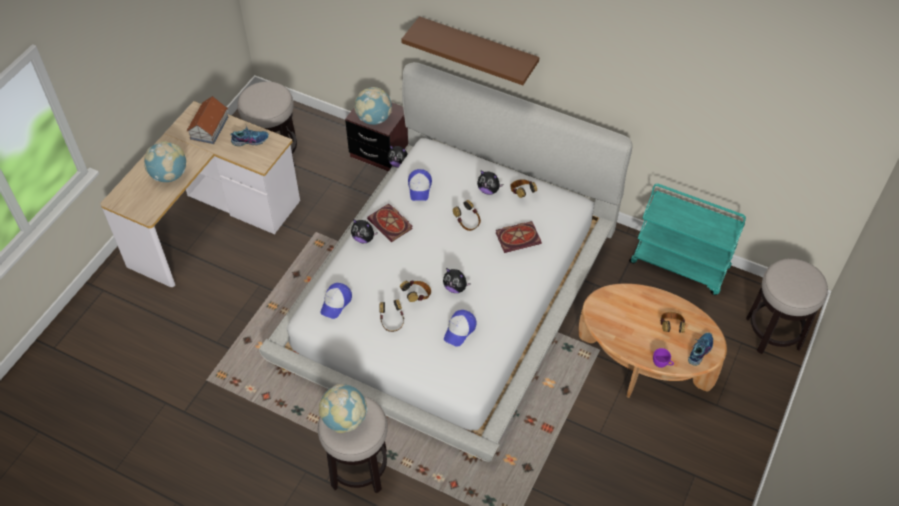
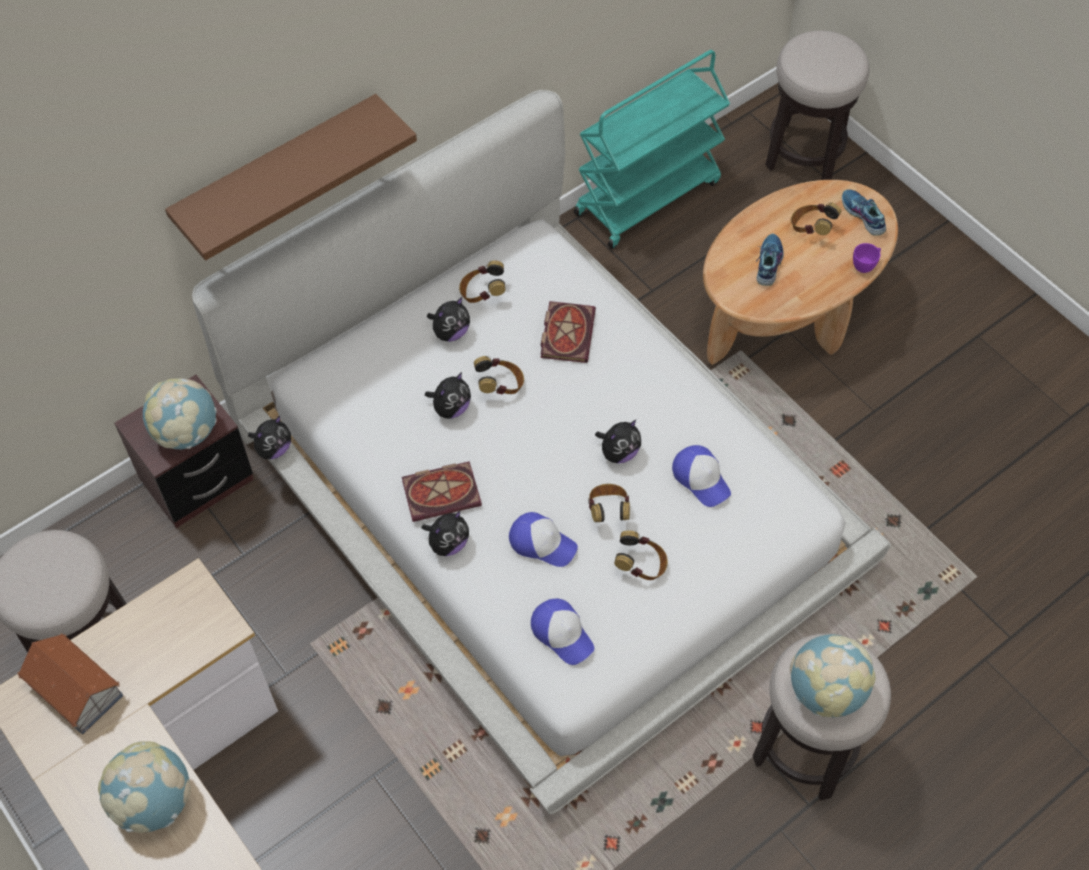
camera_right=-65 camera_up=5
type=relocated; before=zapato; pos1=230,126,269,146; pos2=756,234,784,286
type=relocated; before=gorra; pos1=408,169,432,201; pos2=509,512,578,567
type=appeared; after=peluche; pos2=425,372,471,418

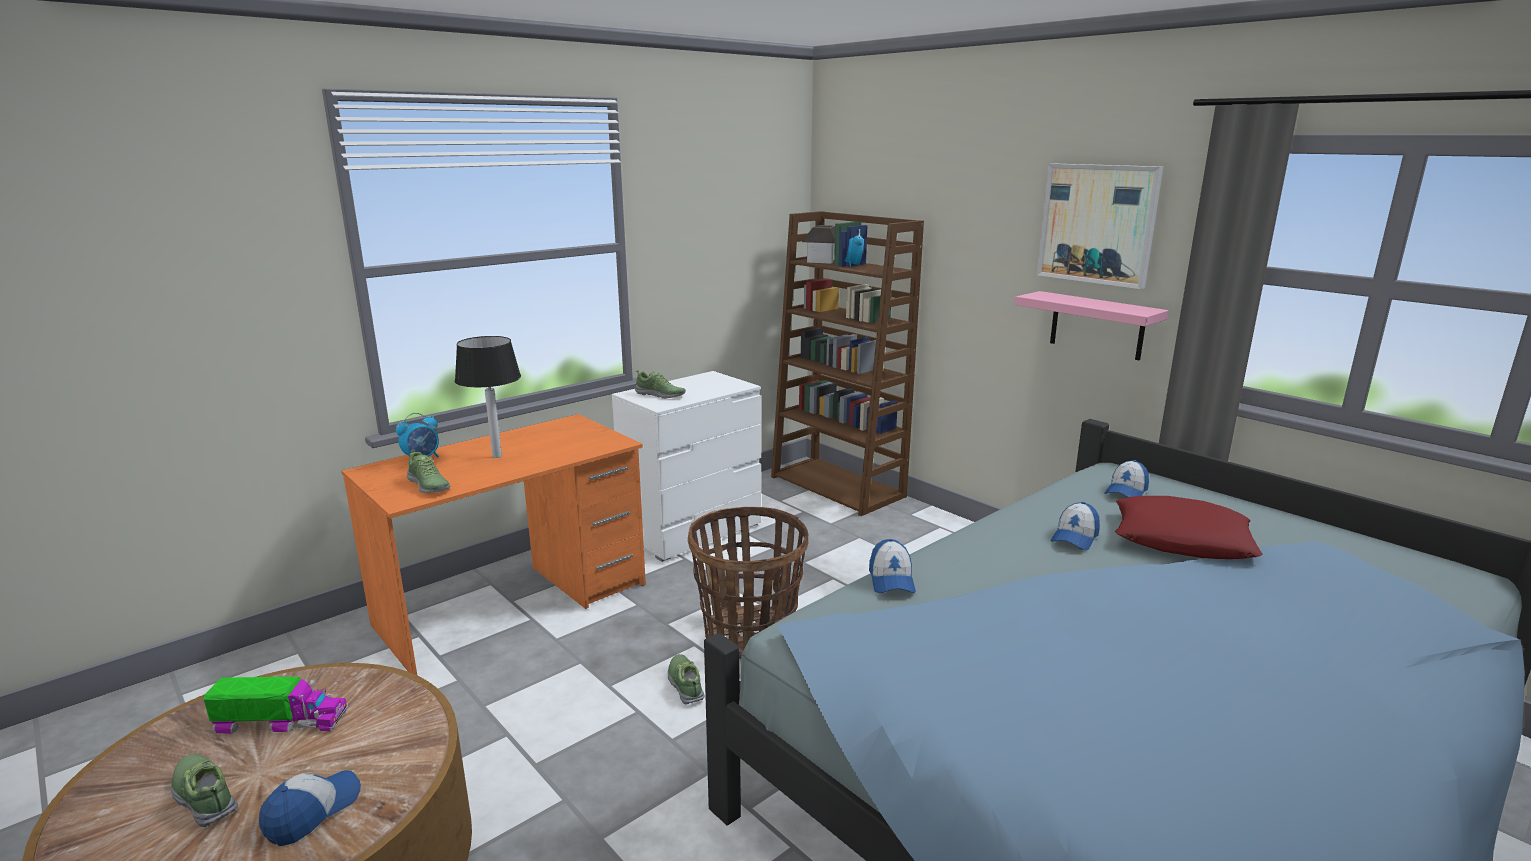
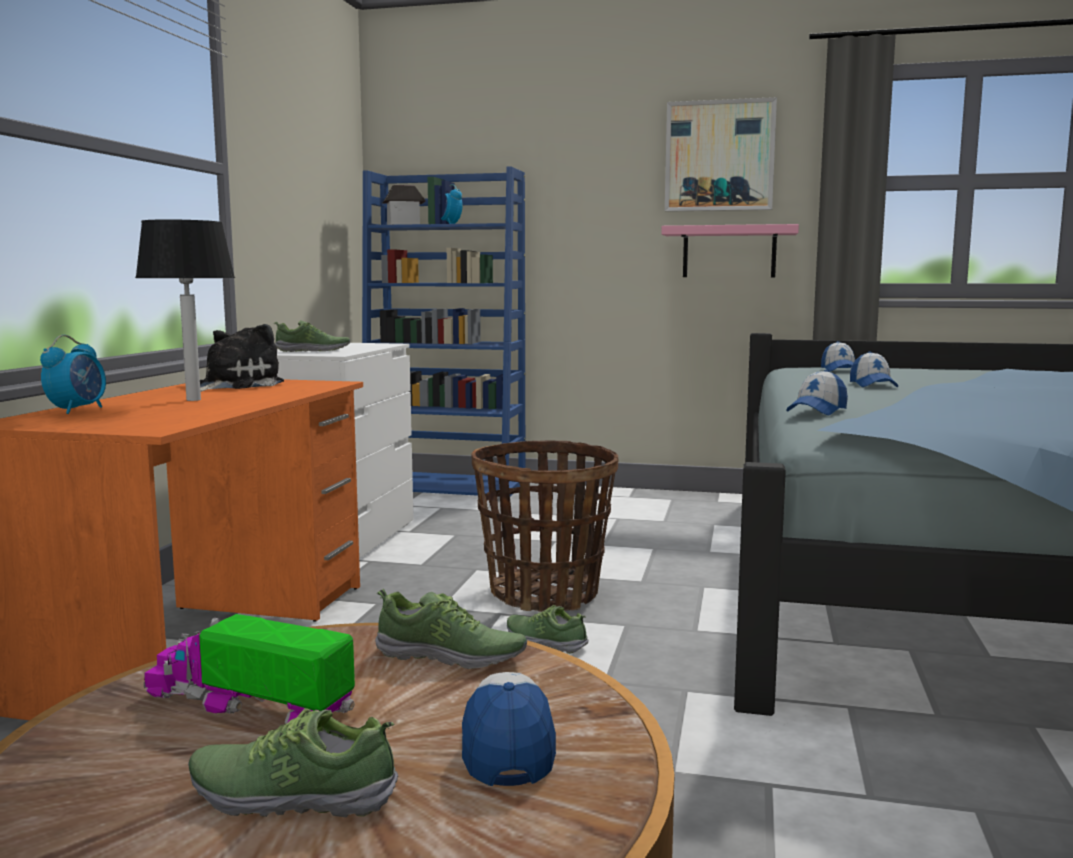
camera_right=-35 camera_up=-10
type=colour; before=estantería (marrón); after=estantería (azul); pos1=771,211,924,516; pos2=362,166,525,497
type=relocated; before=zapato; pos1=407,449,450,493; pos2=375,589,527,669
type=missing; before=cojín (rojo); pos1=1115,496,1263,559
type=spun; before=gorra; pos1=869,539,916,593; pos2=786,370,848,415; turn=75
type=spun; before=camión de juguete; pos1=203,677,348,734; pos2=144,614,355,724; turn=-120
type=appeared; after=peluche; pos2=200,324,284,392

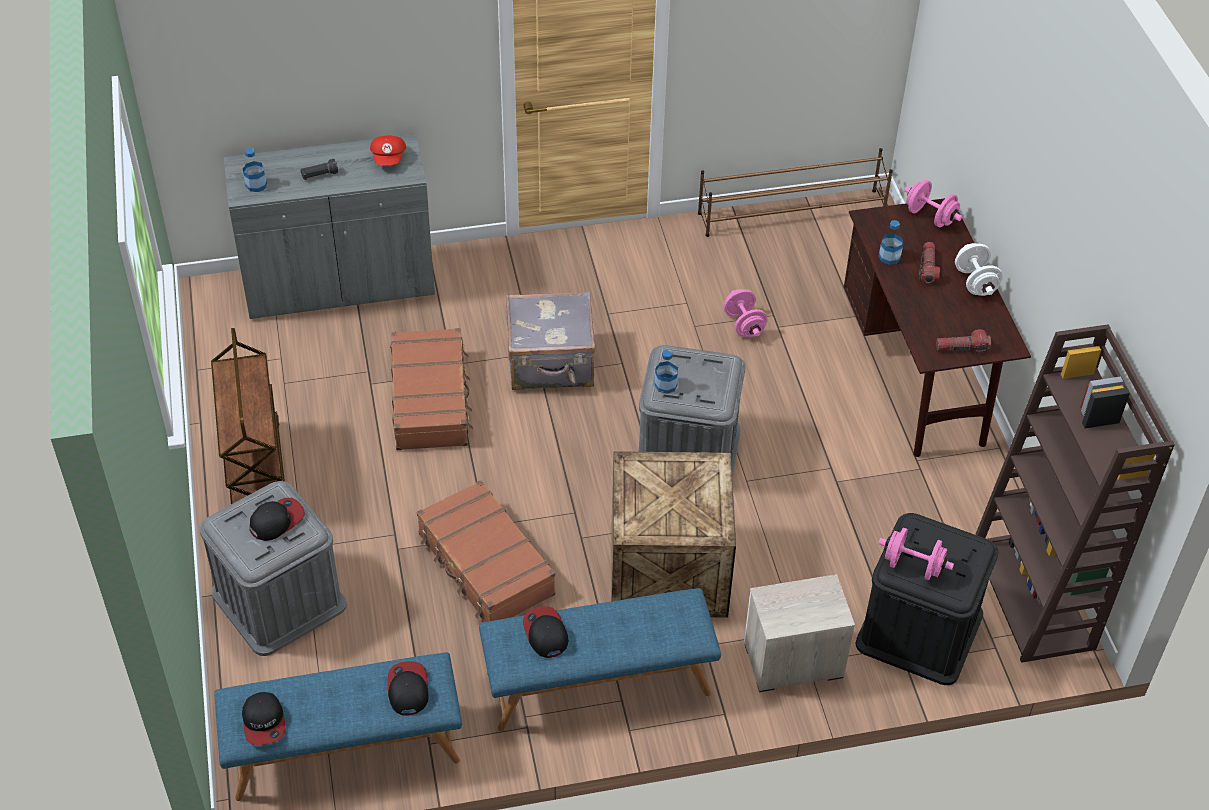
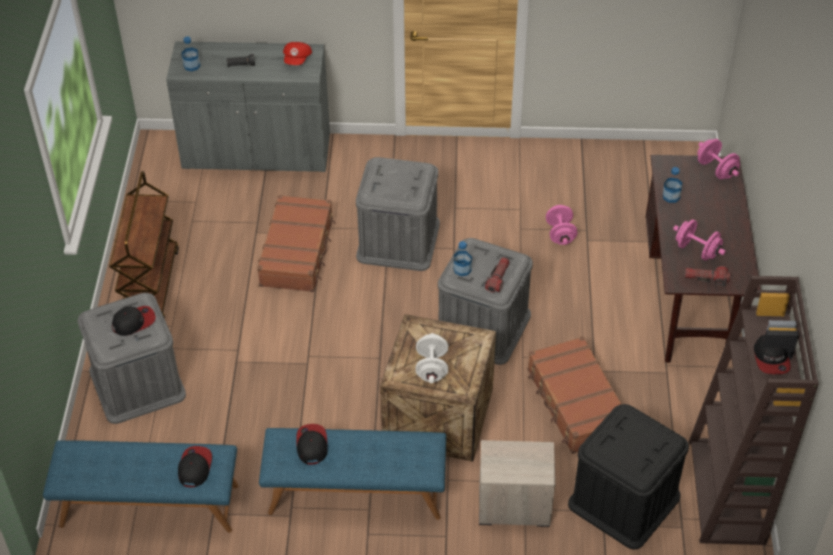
camera_right=15 camera_up=0
type=missing; before=zapatero (marrón); pos1=698,148,893,237
type=relocated; before=linterna; pos1=919,242,940,283; pos2=485,257,510,293
type=relocated; before=mancuerna (blanco); pos1=955,243,1003,296; pos2=415,333,448,383
type=exchanged; before=maleta (gris); after=caja de almacenaje (gris); pos1=506,291,596,390; pos2=356,157,440,271
type=relocated; before=maleta (marrón); pos1=417,480,555,622; pos2=528,336,621,454
type=relocated; before=mancuerna (rosa); pos1=878,527,954,580; pos2=673,220,726,261
type=relocated; before=gorra; pos1=242,692,285,745; pos2=754,335,791,374

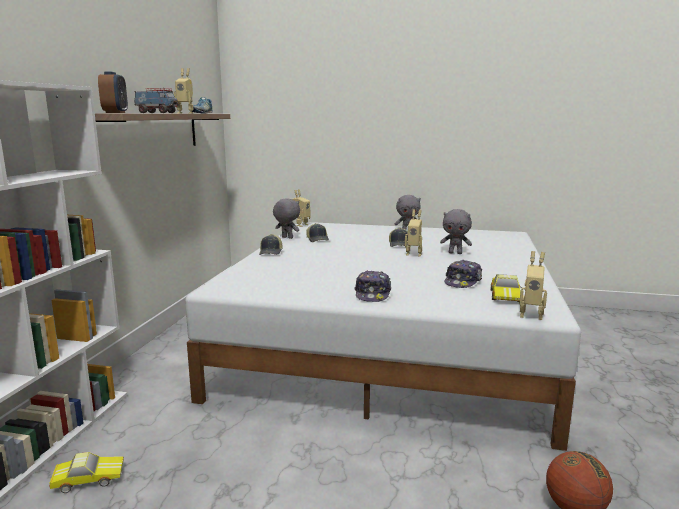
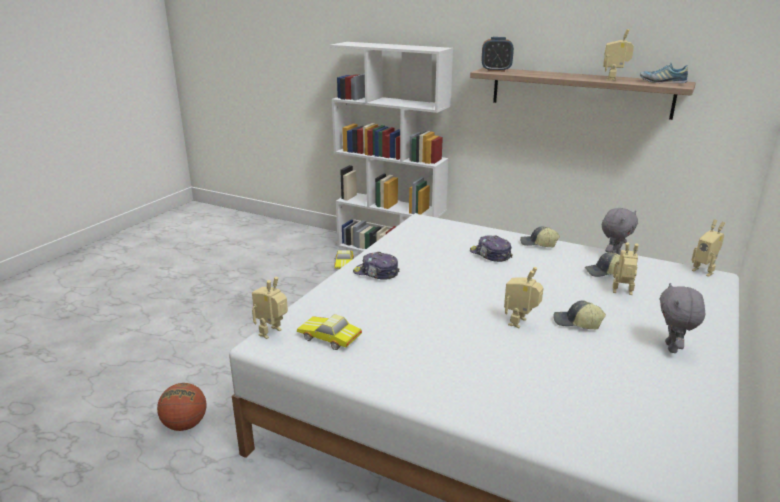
camera_right=105 camera_up=10
type=missing; before=camión de juguete; pos1=134,88,179,113
type=missing; before=peluche (gris); pos1=440,209,472,254
type=relocated; before=gorra; pos1=444,260,482,288; pos2=470,235,513,262
type=appeared; after=robot de juguete; pos2=613,242,639,295

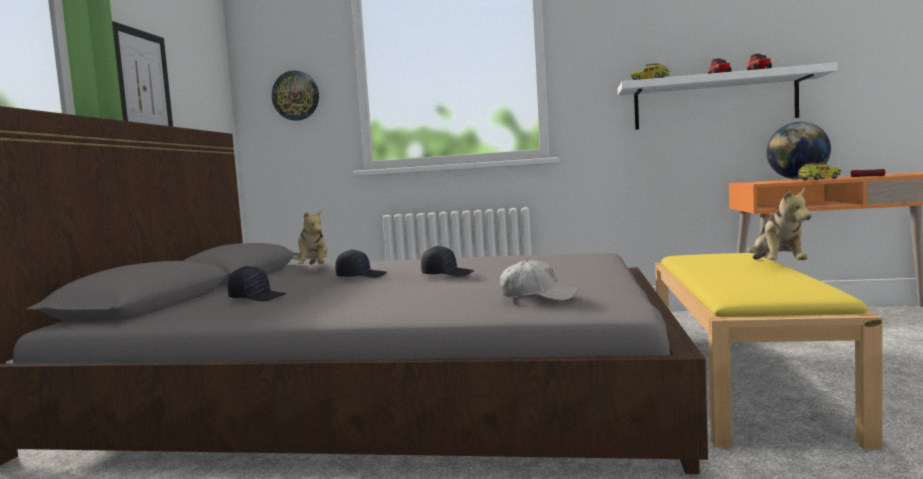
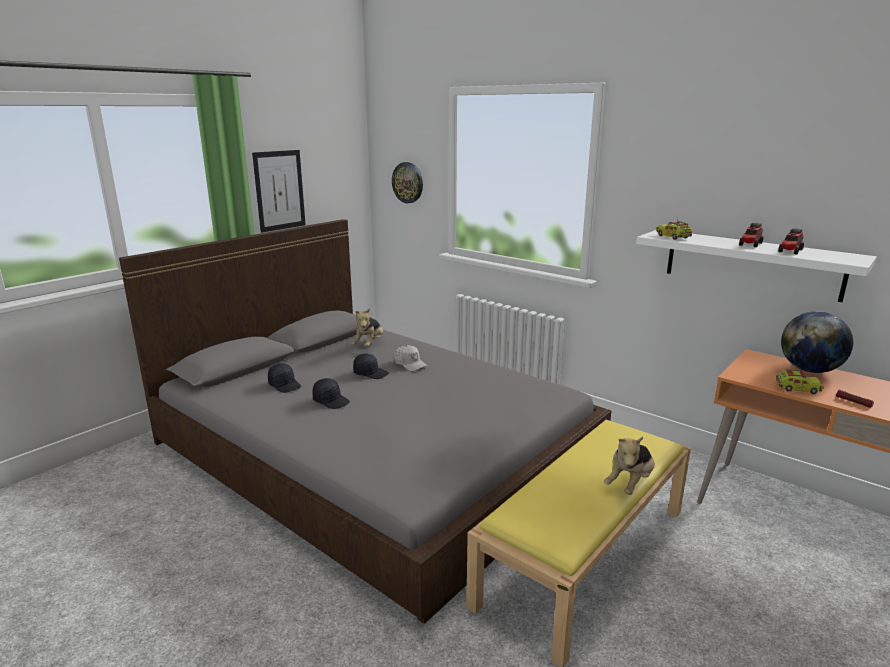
camera_right=30 camera_up=15
type=relocated; before=gorra (negro); pos1=421,246,474,276; pos2=312,378,350,409
type=relocated; before=gorra (blanco); pos1=500,259,578,301; pos2=393,345,428,372

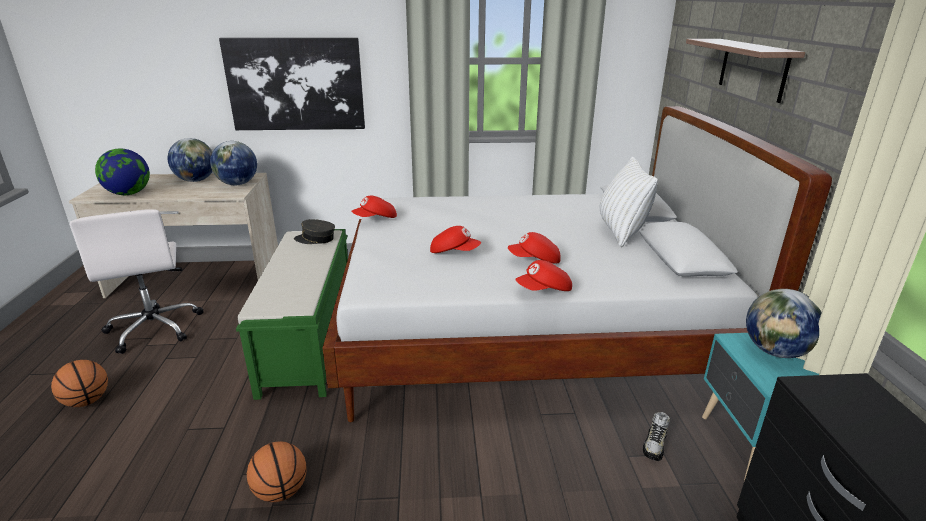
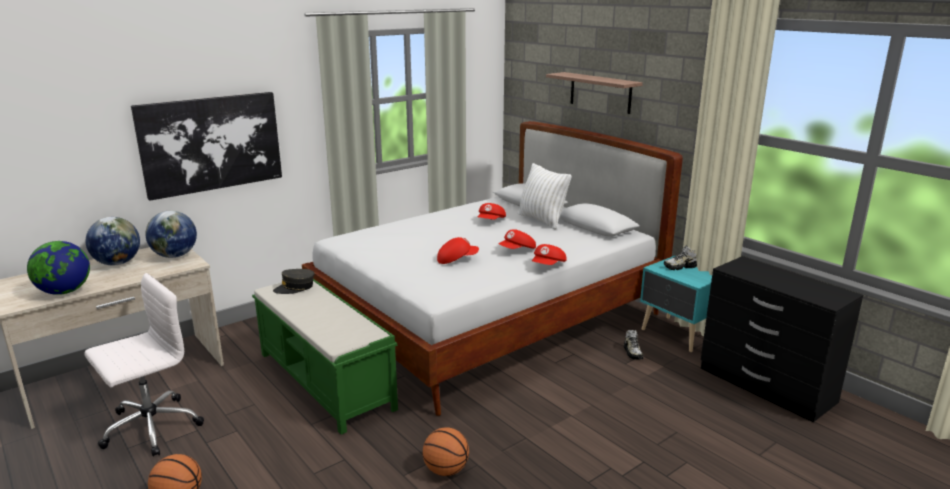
camera_right=-35 camera_up=-5
type=relocated; before=gorra (rojo); pos1=351,196,397,218; pos2=478,203,506,220
type=spun; before=silla de oficina (blanco); pos1=70,209,204,354; pos2=84,273,204,457; turn=-75
type=exchanged; before=globo terráqueo; after=zapato; pos1=746,289,822,358; pos2=664,245,697,270

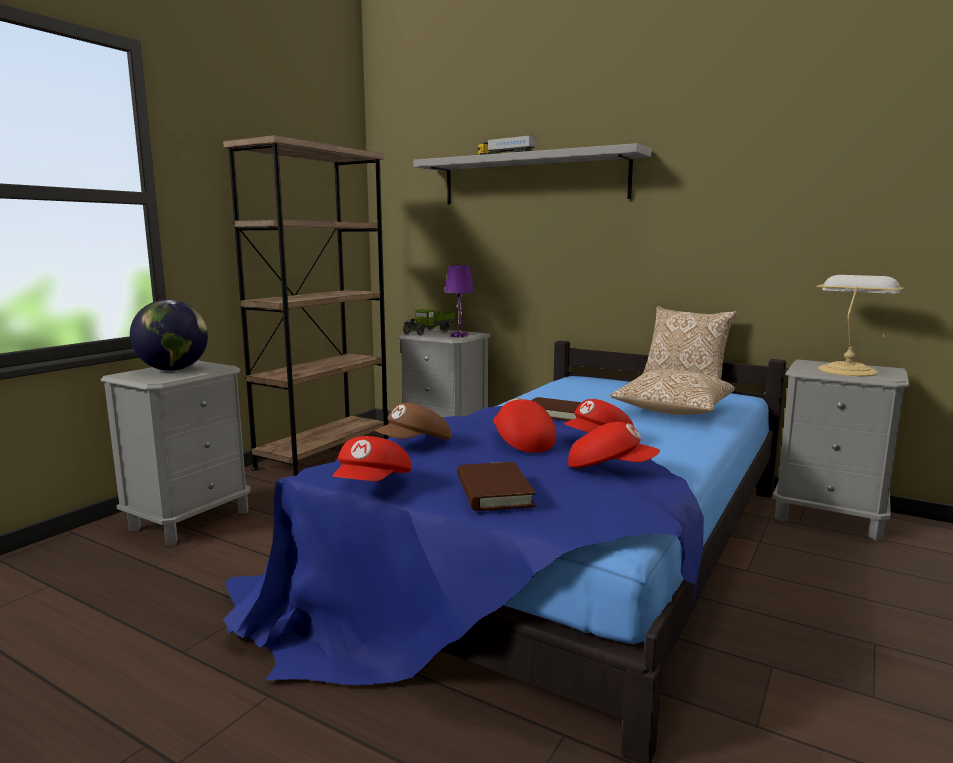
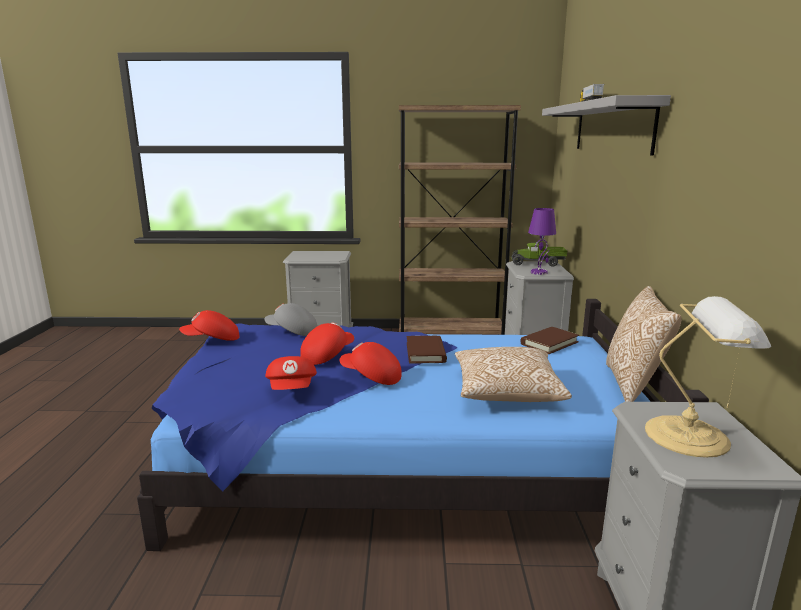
camera_right=60 camera_up=5
type=missing; before=globo terráqueo; pos1=130,300,208,371
type=colour; before=gorra (marrón); after=gorra (gris); pos1=375,403,451,440; pos2=265,303,317,336
type=relocated; before=libro (marrón); pos1=457,462,536,511; pos2=521,327,579,354

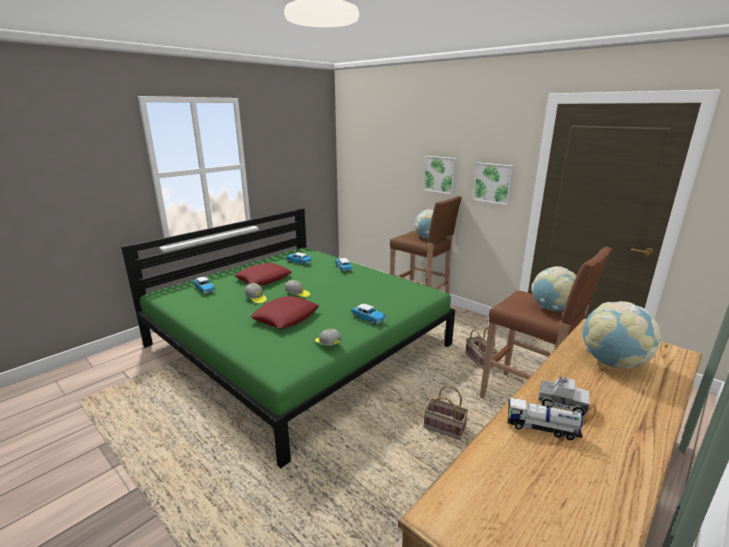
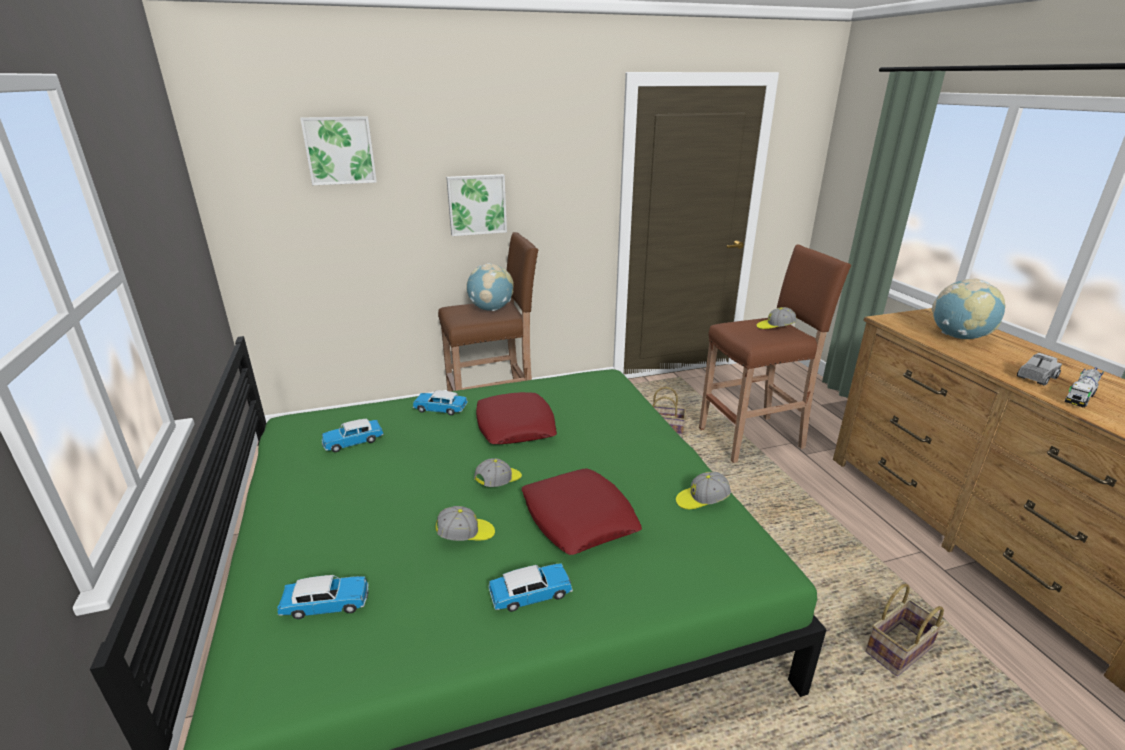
camera_right=-60 camera_up=5
type=relocated; before=cuadro; pos1=473,162,514,205; pos2=300,116,377,185
type=relocated; before=cojín (rojo); pos1=234,263,292,285; pos2=476,392,557,444
type=exchanged; before=globo terráqueo; after=gorra; pos1=531,266,576,311; pos2=757,307,797,329
type=relocated; before=coche de juguete; pos1=351,304,386,325; pos2=489,563,573,612
type=relocated; before=cesta; pos1=424,385,469,440; pos2=865,584,944,676

